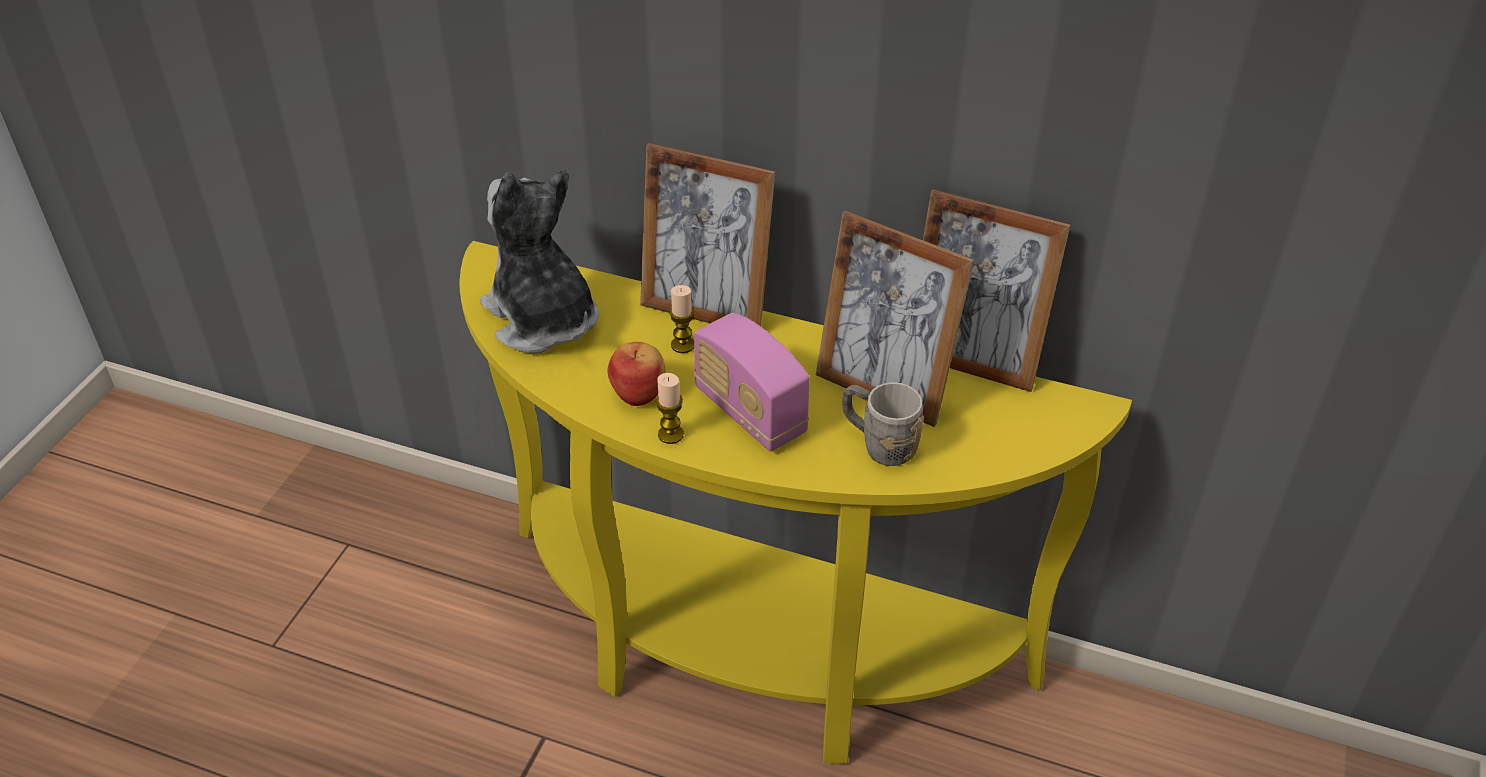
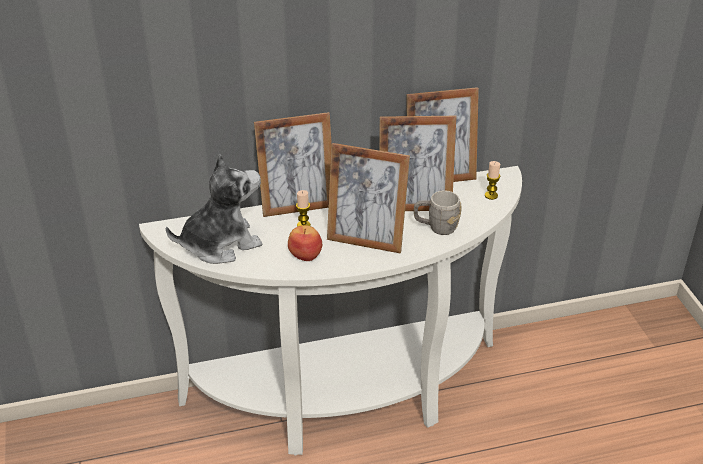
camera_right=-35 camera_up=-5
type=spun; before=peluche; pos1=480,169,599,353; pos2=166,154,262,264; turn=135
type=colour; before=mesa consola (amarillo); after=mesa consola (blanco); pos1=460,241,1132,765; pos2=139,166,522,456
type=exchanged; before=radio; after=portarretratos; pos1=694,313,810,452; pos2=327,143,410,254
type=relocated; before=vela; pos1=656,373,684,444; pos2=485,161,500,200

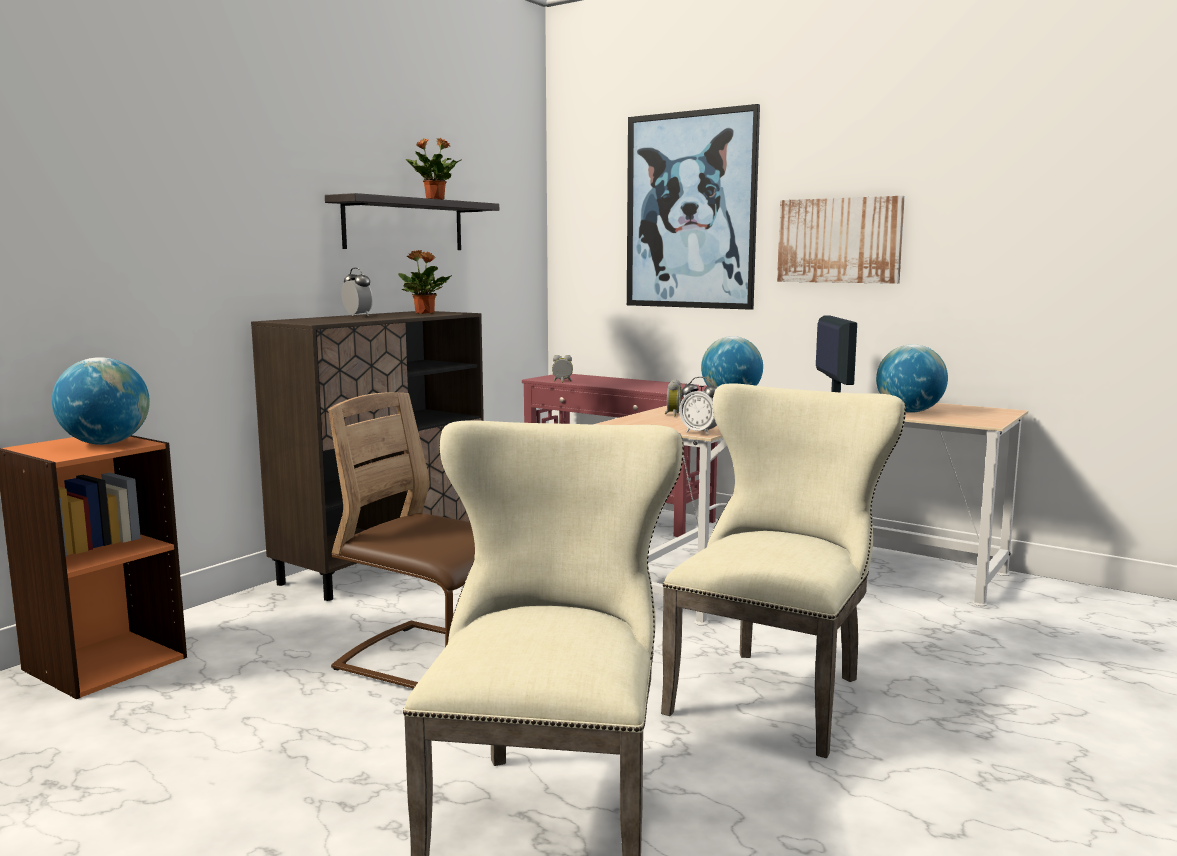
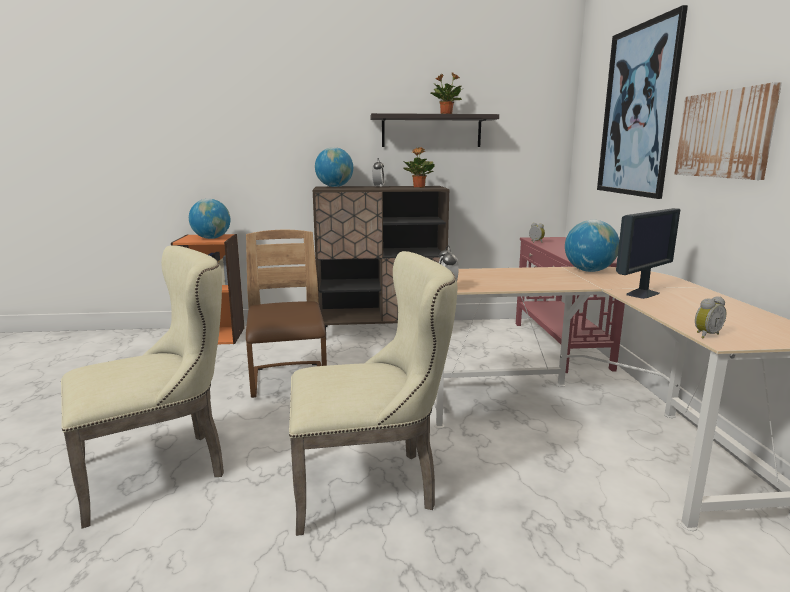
camera_right=50 camera_up=5
type=relocated; before=globo terráqueo; pos1=876,344,948,413; pos2=315,147,353,187
type=relocated; before=despertador; pos1=664,379,682,416; pos2=695,296,726,339

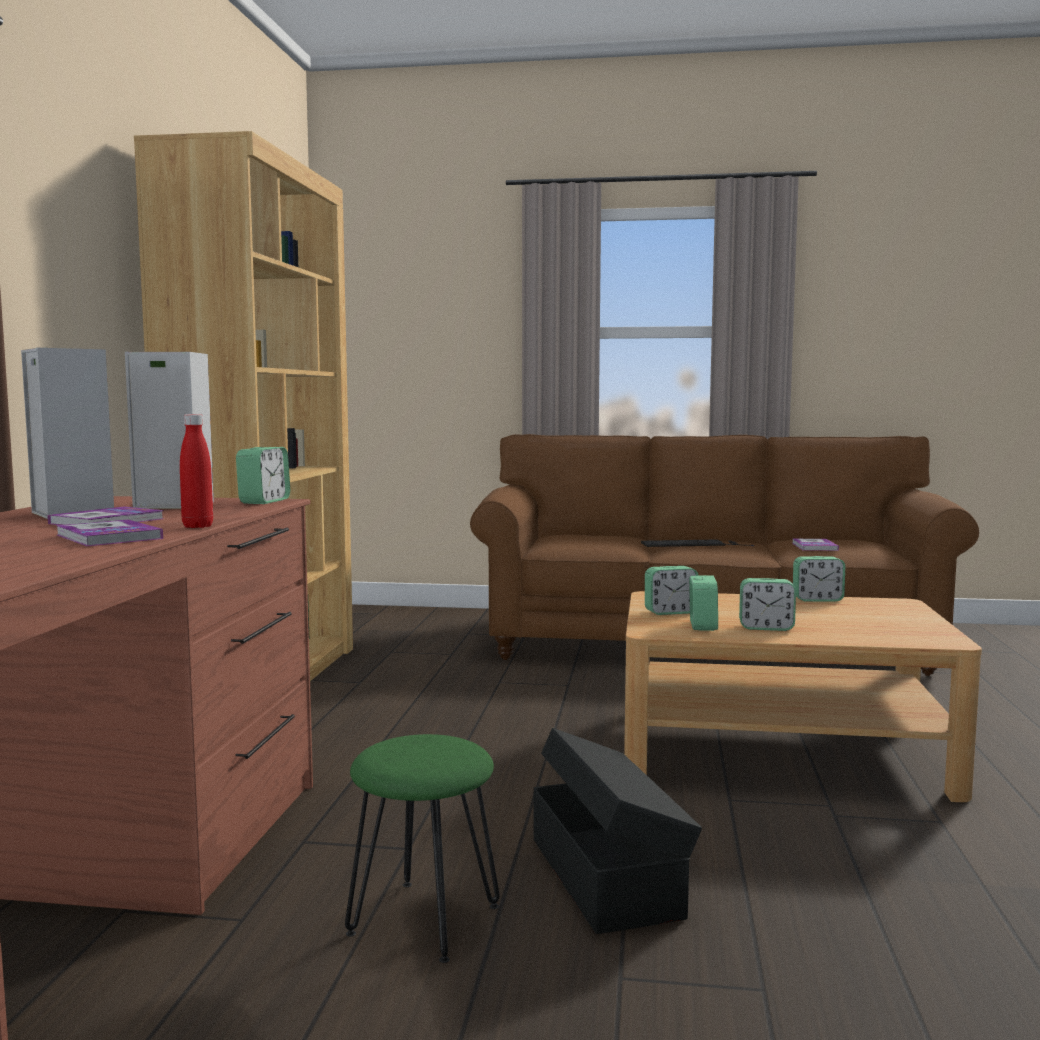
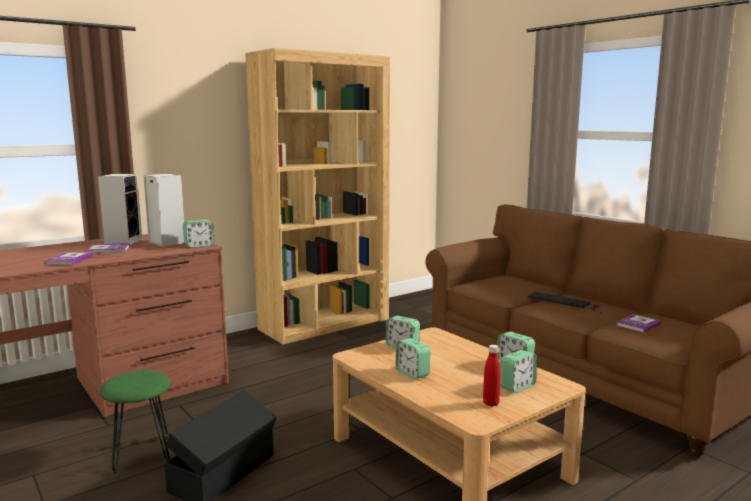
camera_right=45 camera_up=5
type=relocated; before=botella (rojo); pos1=180,414,213,528; pos2=483,345,501,407
type=relocated; before=despertador; pos1=689,575,718,631; pos2=500,350,537,393

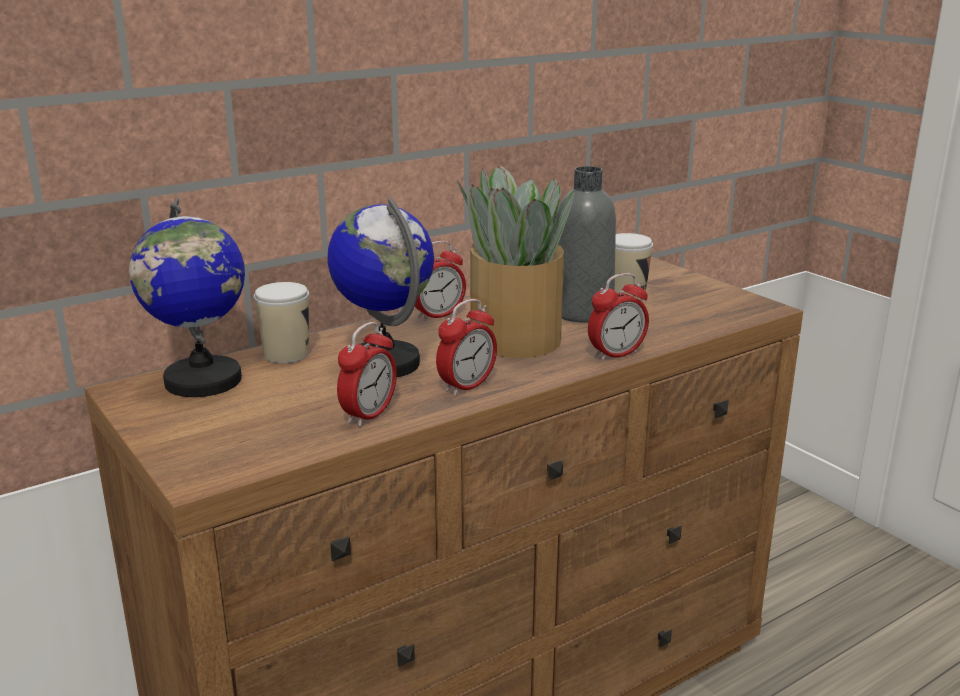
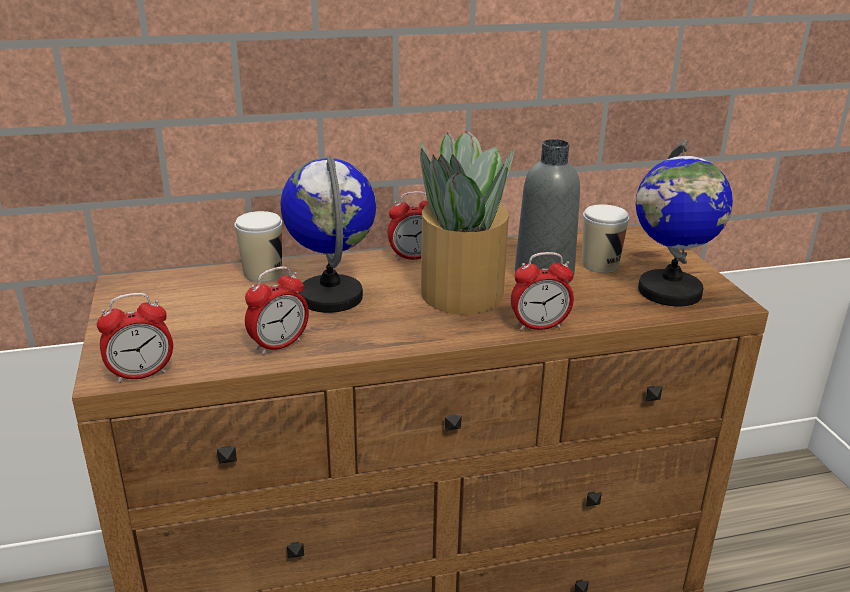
camera_right=20 camera_up=5
type=relocated; before=globo terráqueo; pos1=129,198,245,397; pos2=636,139,733,306
type=relocated; before=despertador; pos1=436,299,497,396; pos2=96,293,173,383

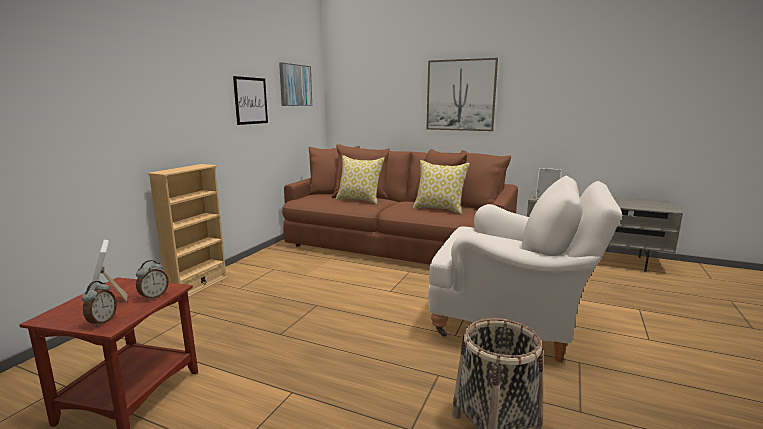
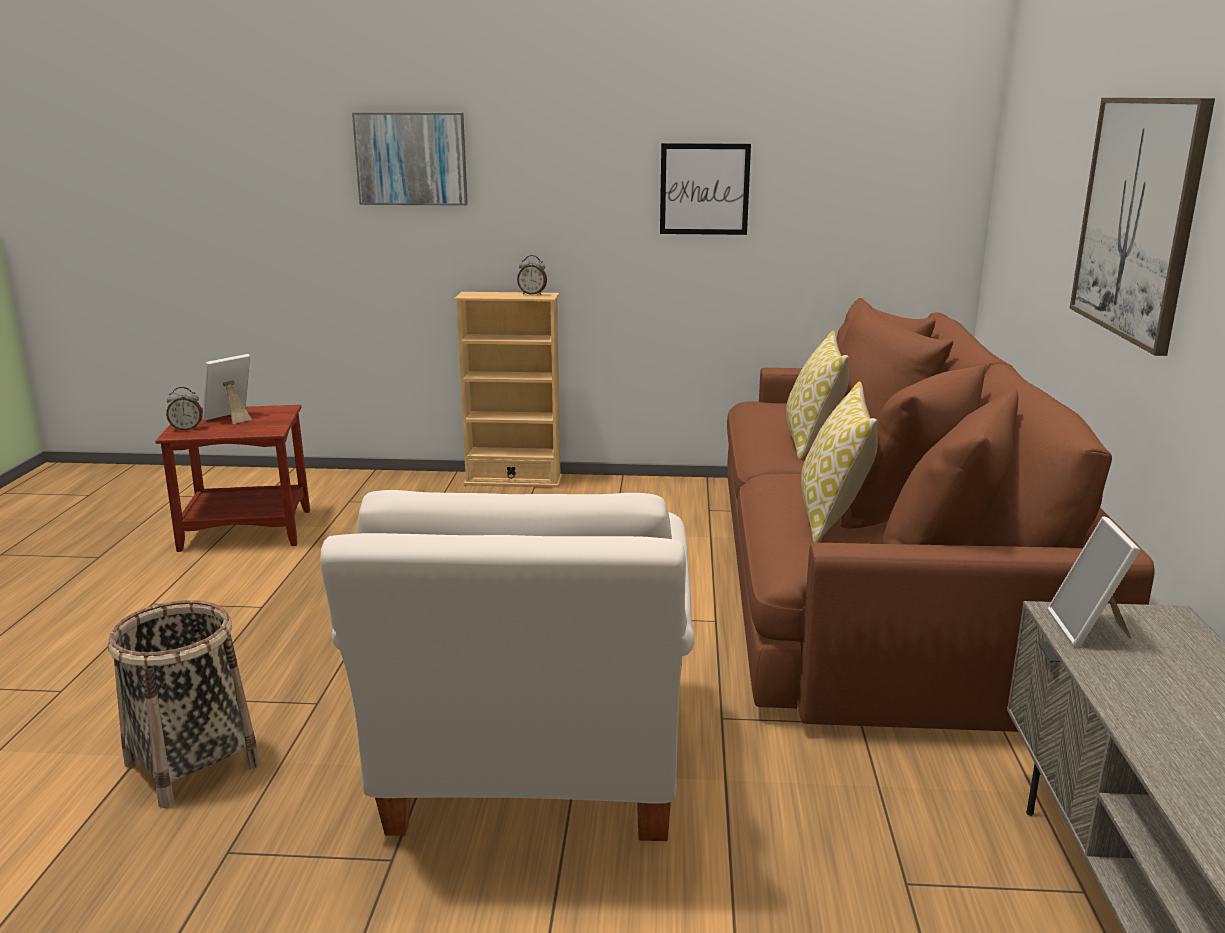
camera_right=70 camera_up=5
type=relocated; before=cuadro; pos1=279,62,312,106; pos2=352,113,468,206
type=relocated; before=despertador; pos1=136,260,169,301; pos2=517,255,547,295

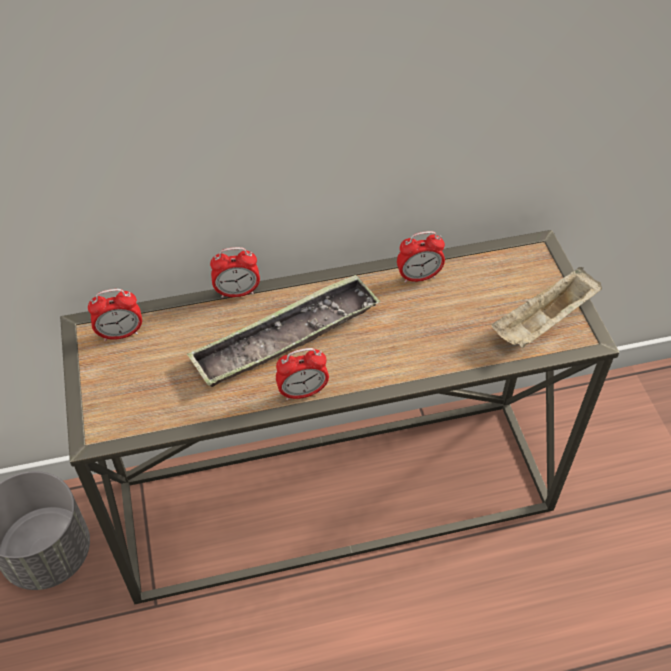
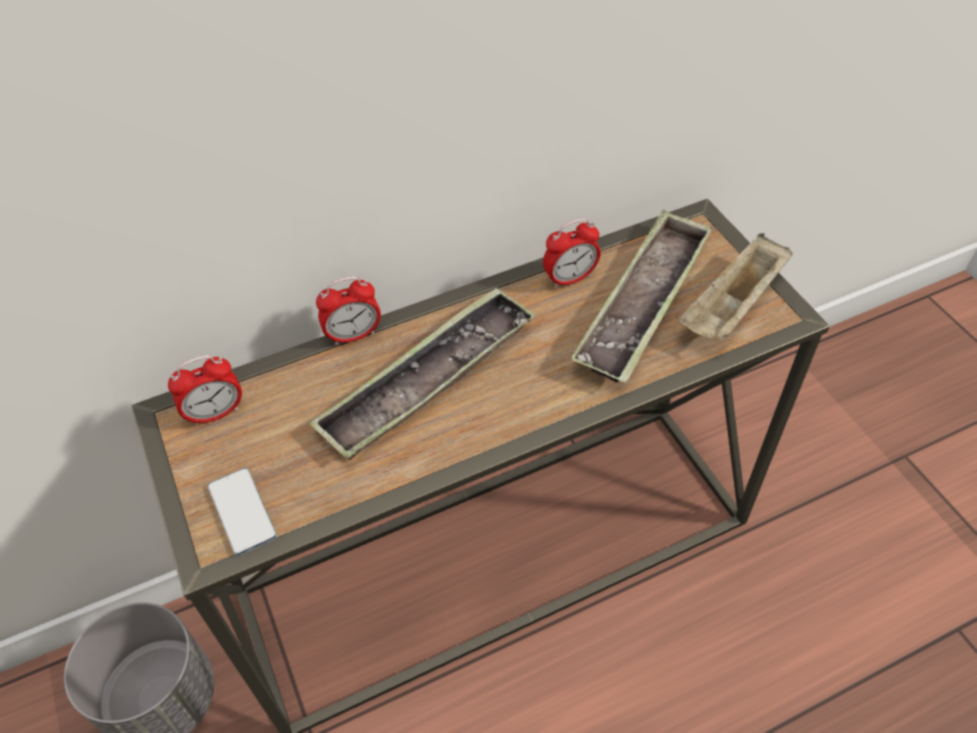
camera_right=-10 camera_up=0
type=missing; before=despertador; pos1=276,348,329,401
type=appeared; after=bandeja; pos2=571,210,712,383
type=appeared; after=móvil; pos2=208,468,277,556

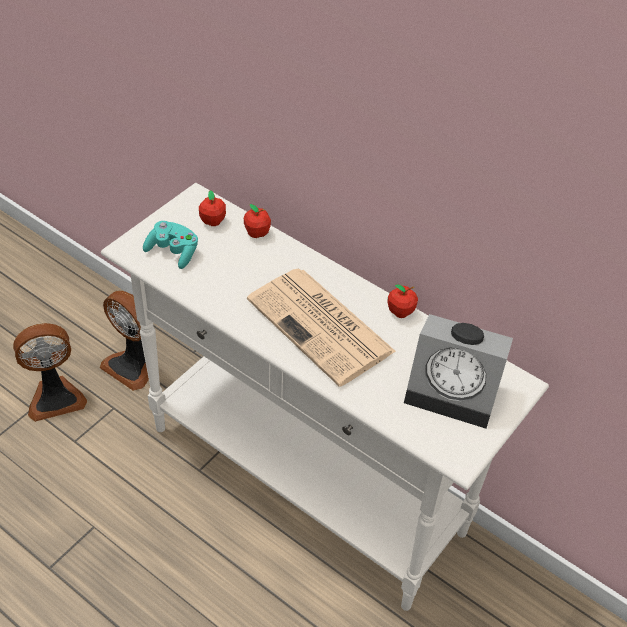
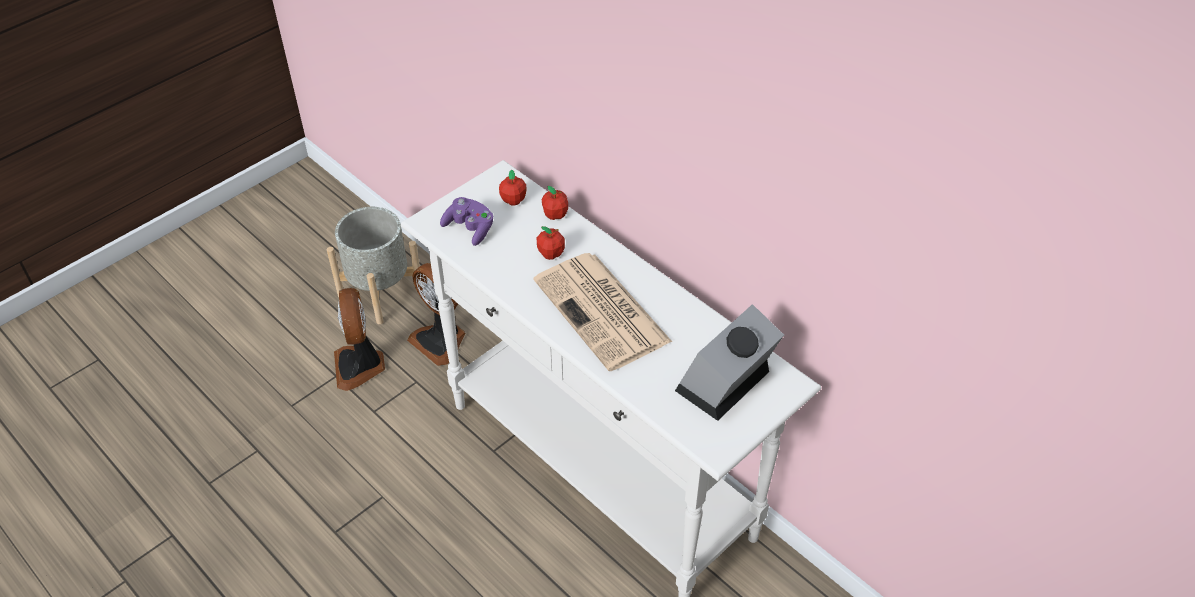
camera_right=10 camera_up=0
type=colour; before=mando de consola (turquesa); after=mando de consola (morado); pos1=143,221,198,269; pos2=440,197,493,246
type=relocated; before=manzana; pos1=387,284,418,318; pos2=537,226,565,260
type=spun; before=despertador; pos1=404,314,513,428; pos2=675,304,784,421; turn=105
type=spun; before=ventilador; pos1=13,323,87,422; pos2=334,288,385,391; turn=90
type=appeared; after=maceta (gris); pos2=327,207,420,324

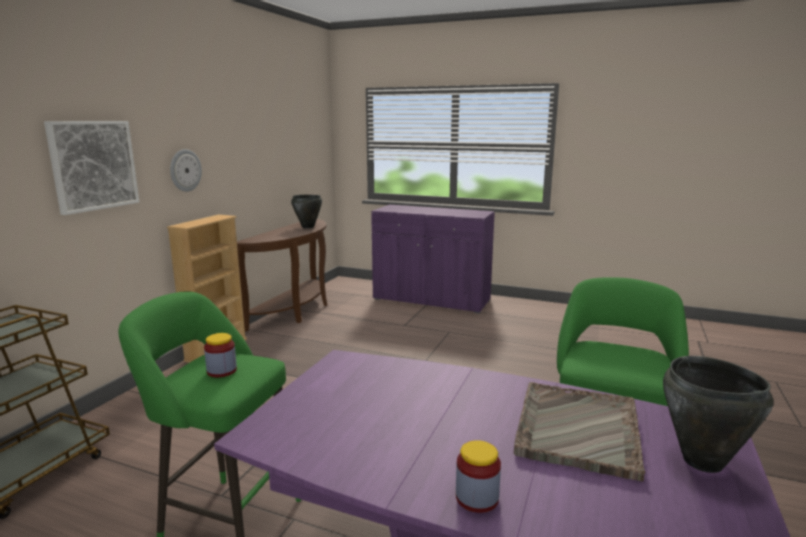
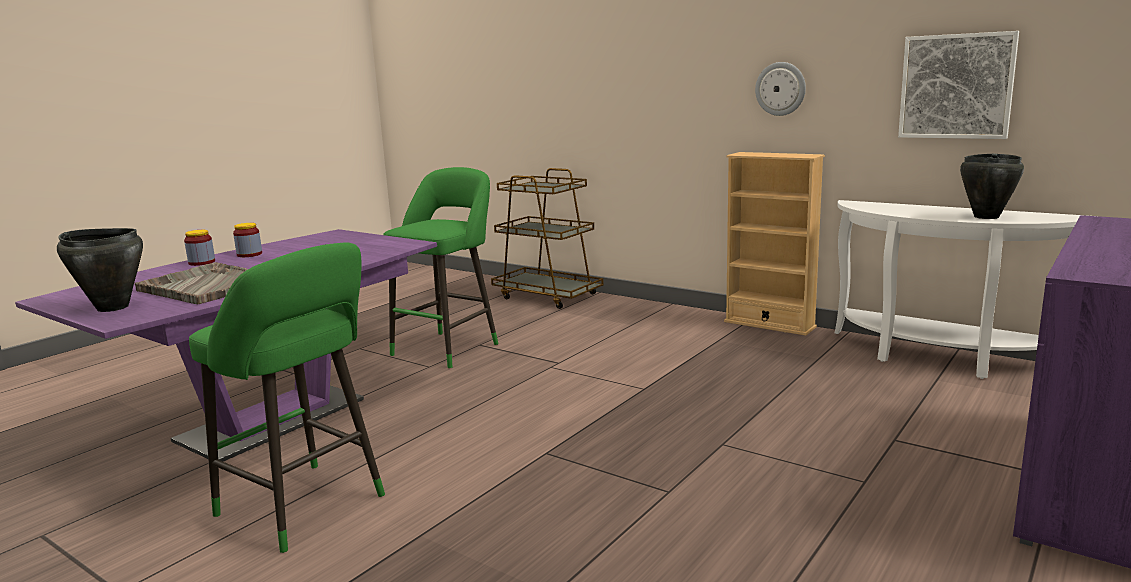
camera_right=105 camera_up=0
type=relocated; before=cuadro; pos1=44,121,139,215; pos2=898,31,1019,139
type=colour; before=mesa consola (marrón); after=mesa consola (blanco); pos1=237,219,327,332; pos2=835,200,1086,379
type=relocated; before=tarro; pos1=204,333,237,377; pos2=233,223,262,257

